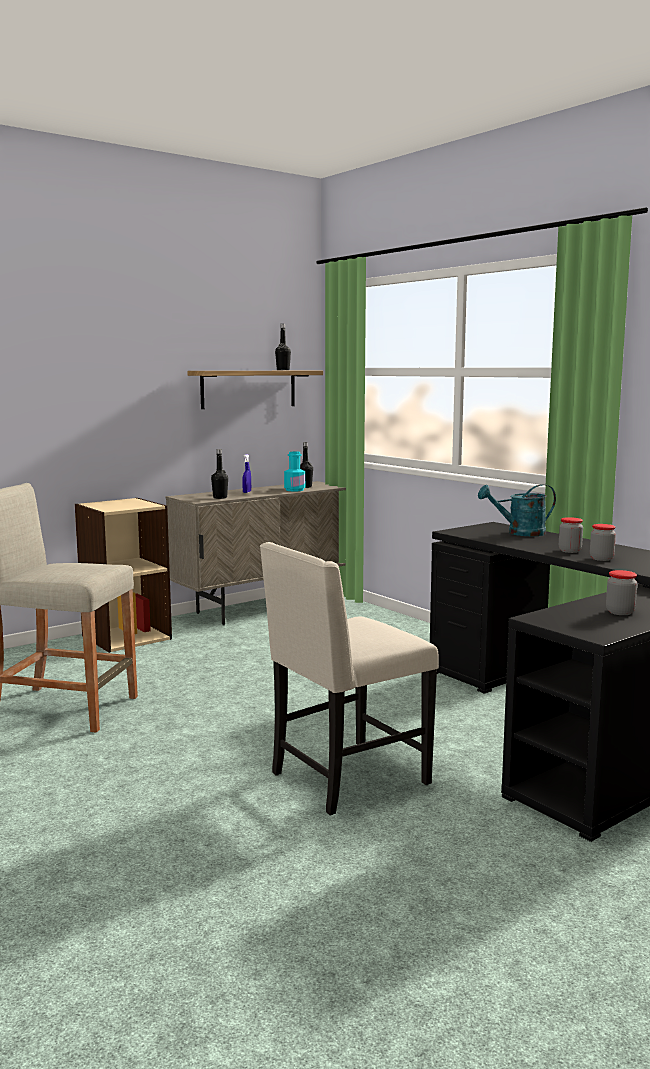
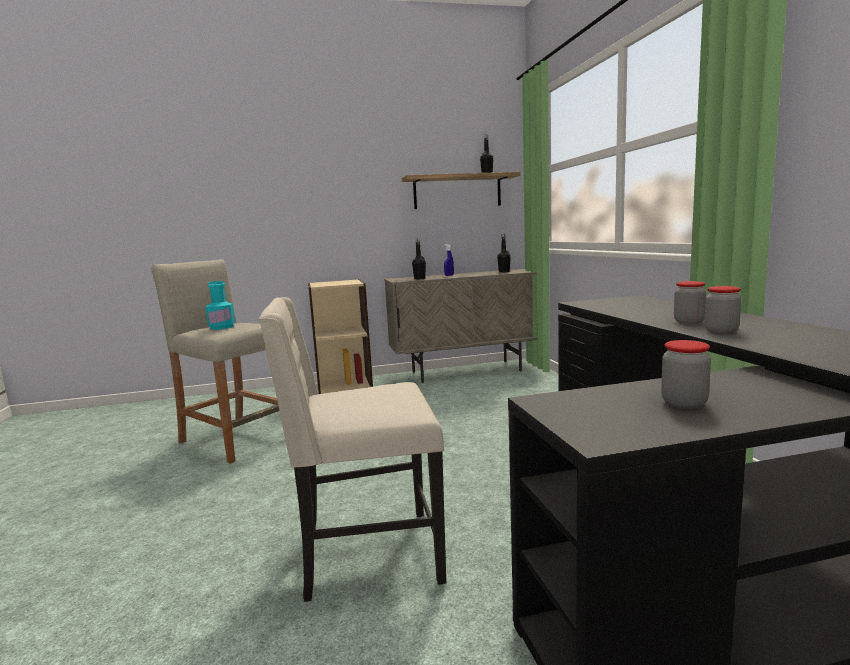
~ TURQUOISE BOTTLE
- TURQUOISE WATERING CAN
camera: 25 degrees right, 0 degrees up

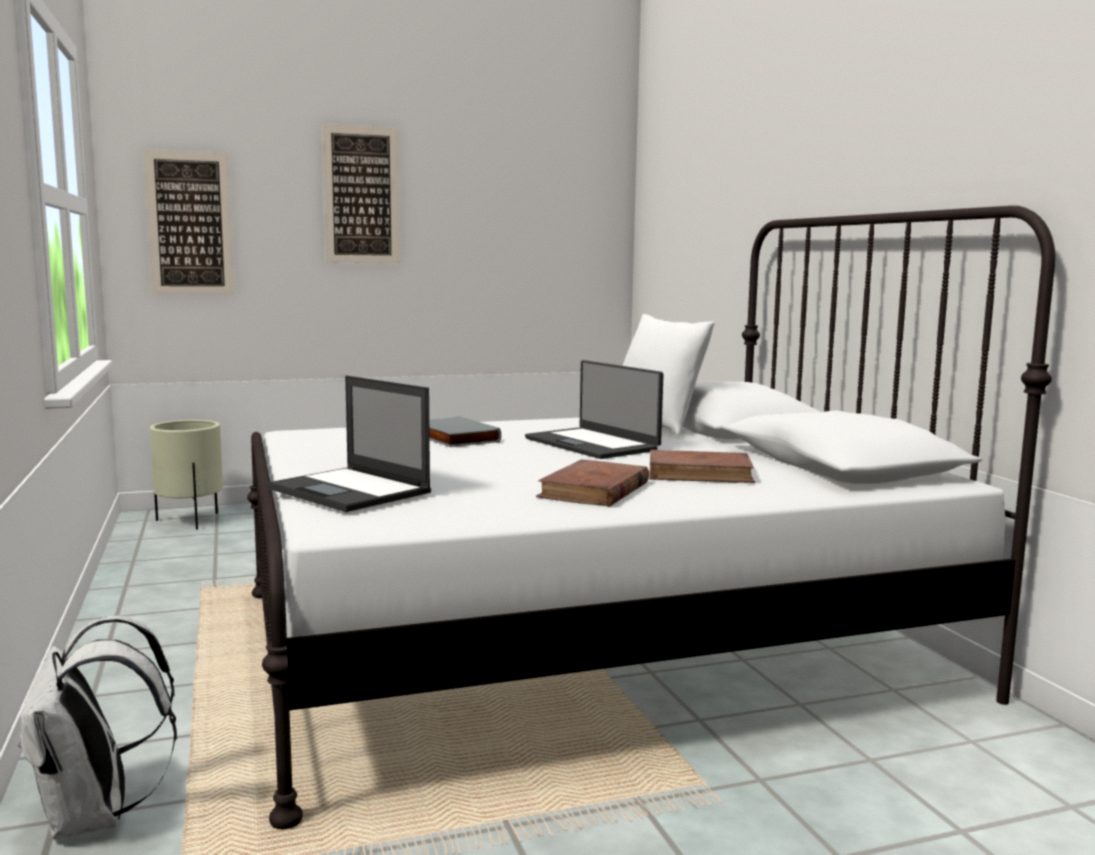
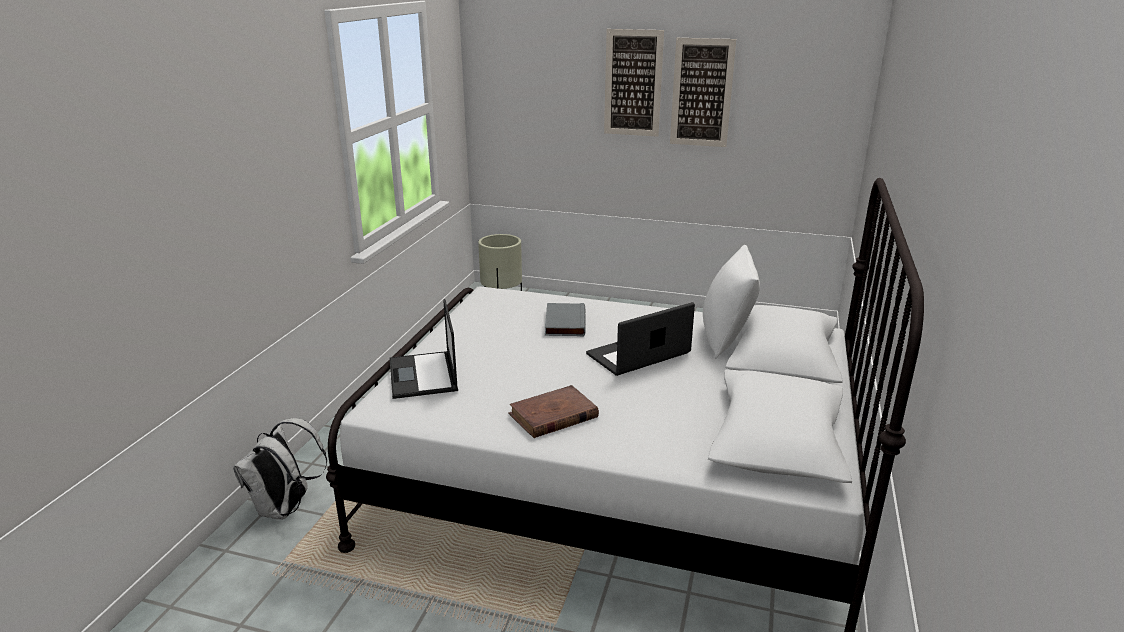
~ WALL PICTURE (1st from left in the first image) to WALL PICTURE (2nd from left)
~ PORTABLE COMPUTER (2nd from left) 60 degrees clockwise
- BROWN BOUND BOOK (2nd from left)
camera: 35 degrees right, 15 degrees up

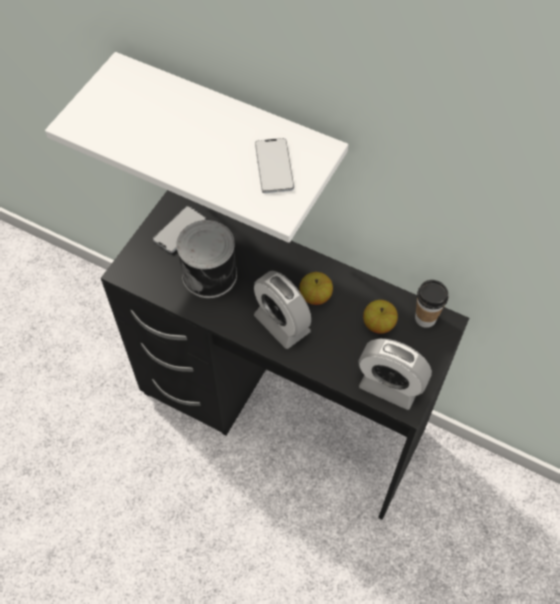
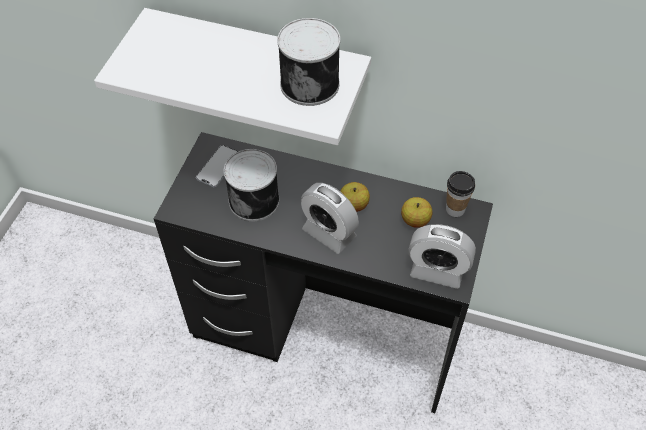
~ TELEPHONE (2nd from left) to SEALED CAN (2nd from left)
camera: 10 degrees left, 5 degrees down

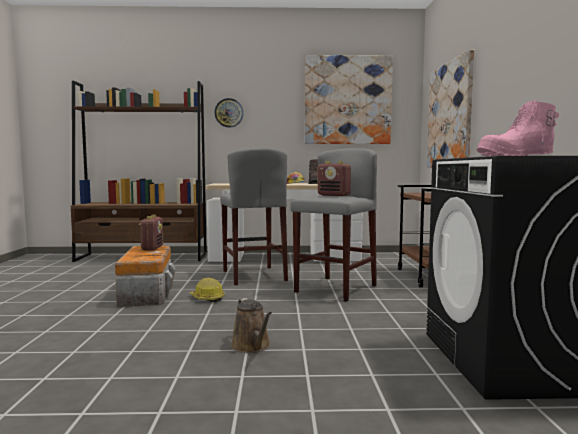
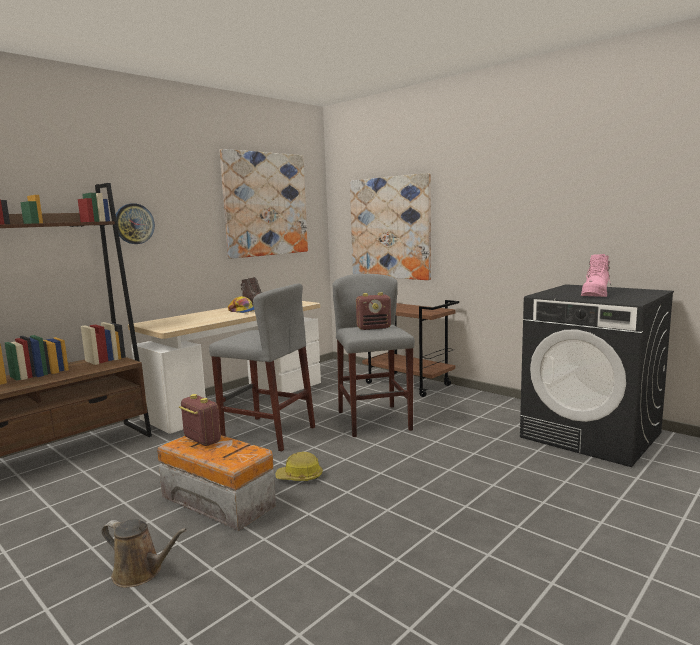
~ BROWN WATERING CAN
camera: 45 degrees left, 5 degrees up

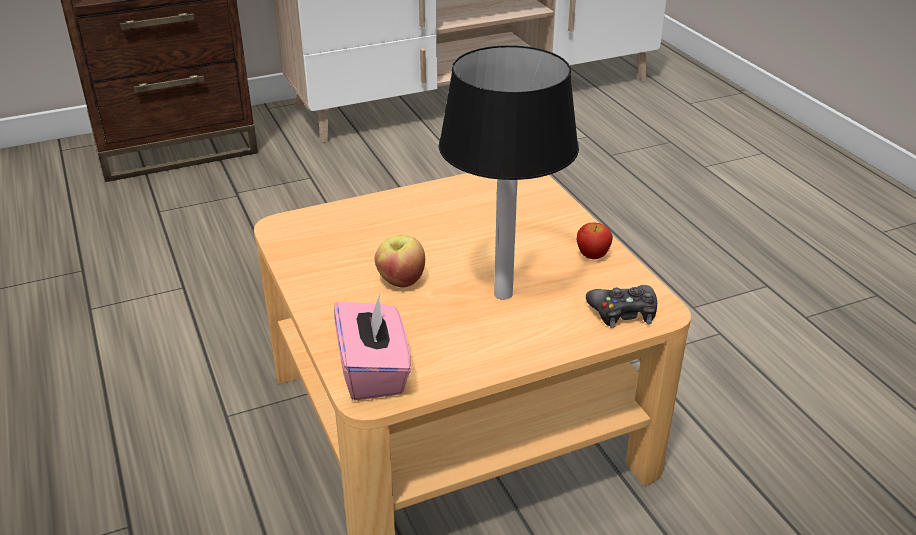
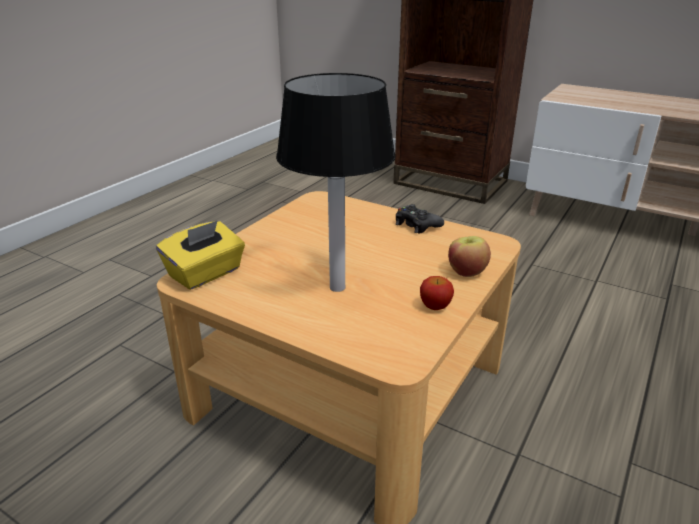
~ APPLE (1st from left in the first image) to APPLE (2nd from left)
~ BLACK GAME CONTROLLER
~ PINK-COLOURED TISSUE BOX to YELLOWISH TISSUE BOX
camera: 55 degrees right, 5 degrees down

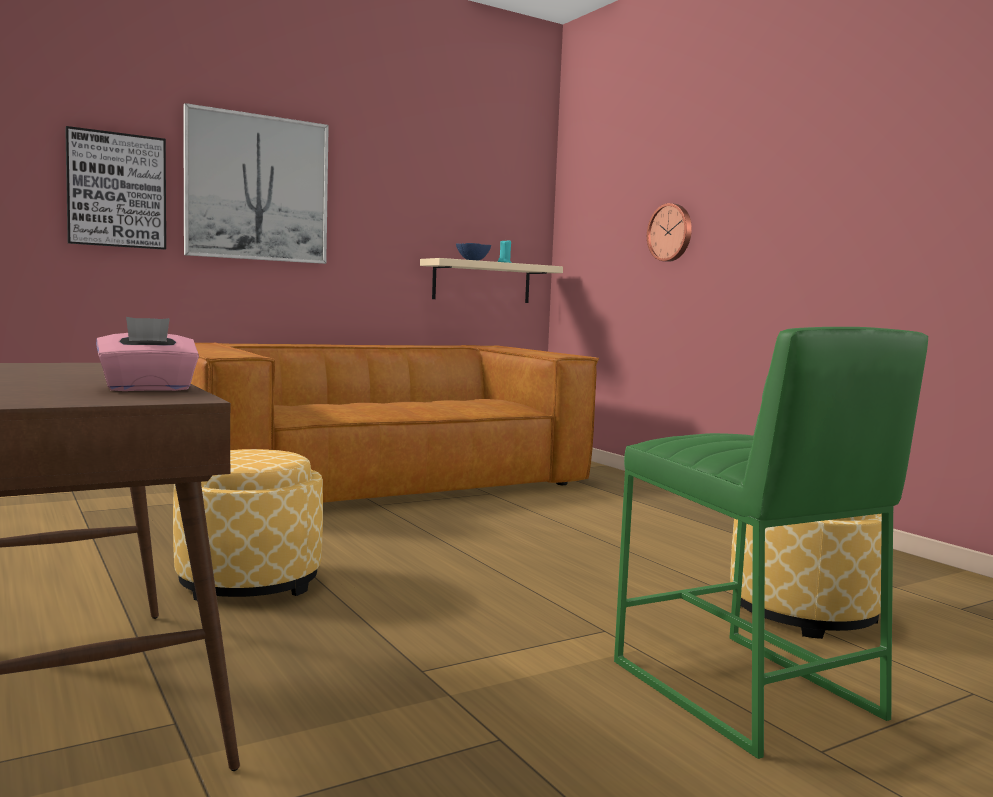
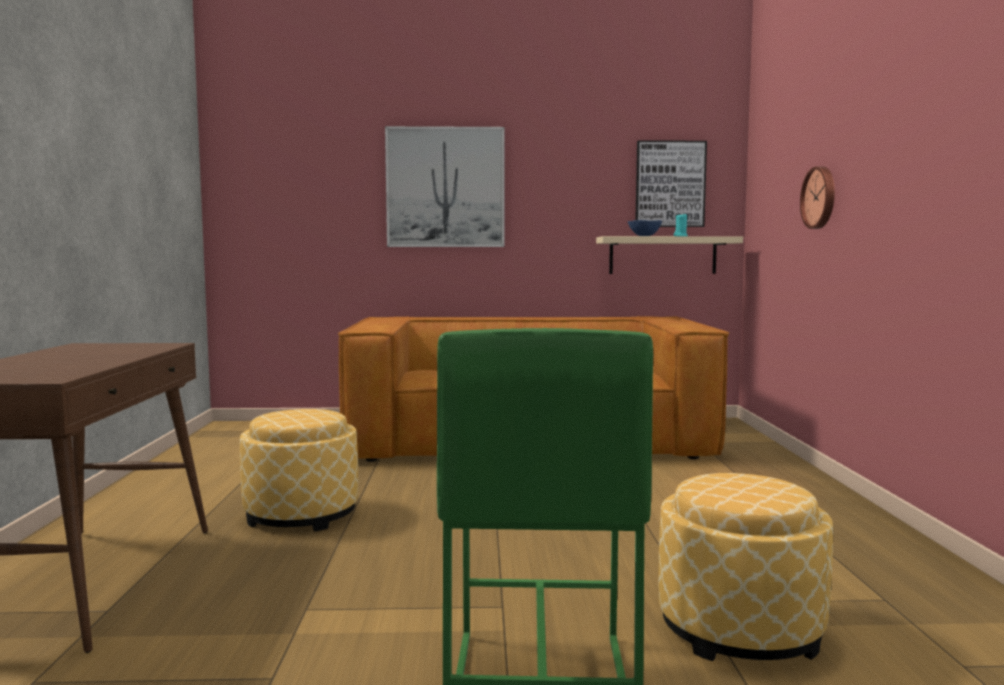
~ WALL PICTURE (1st from left in the first image) to WALL PICTURE (2nd from left)
- PINK-COLOURED TISSUE BOX
camera: 30 degrees right, 0 degrees up

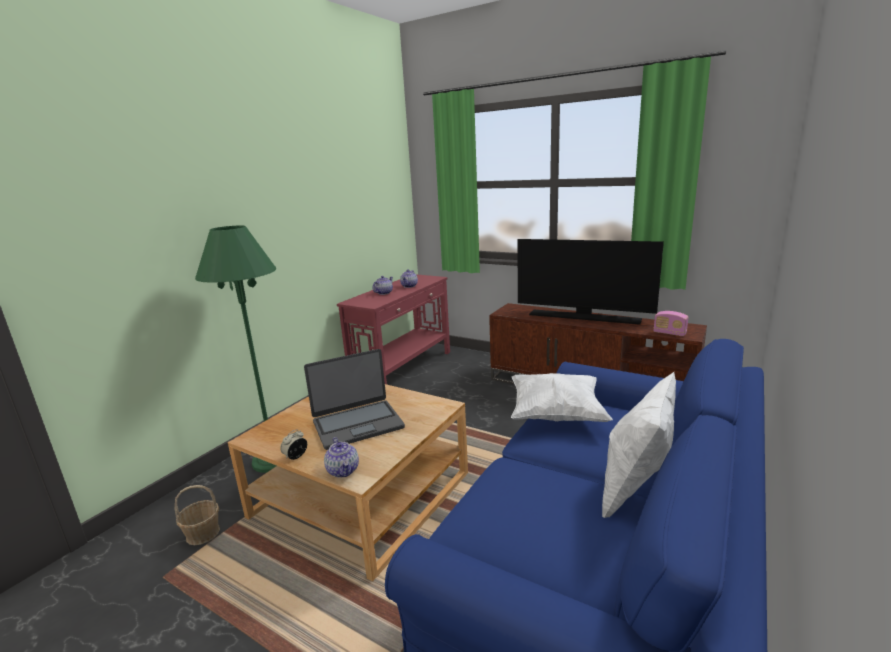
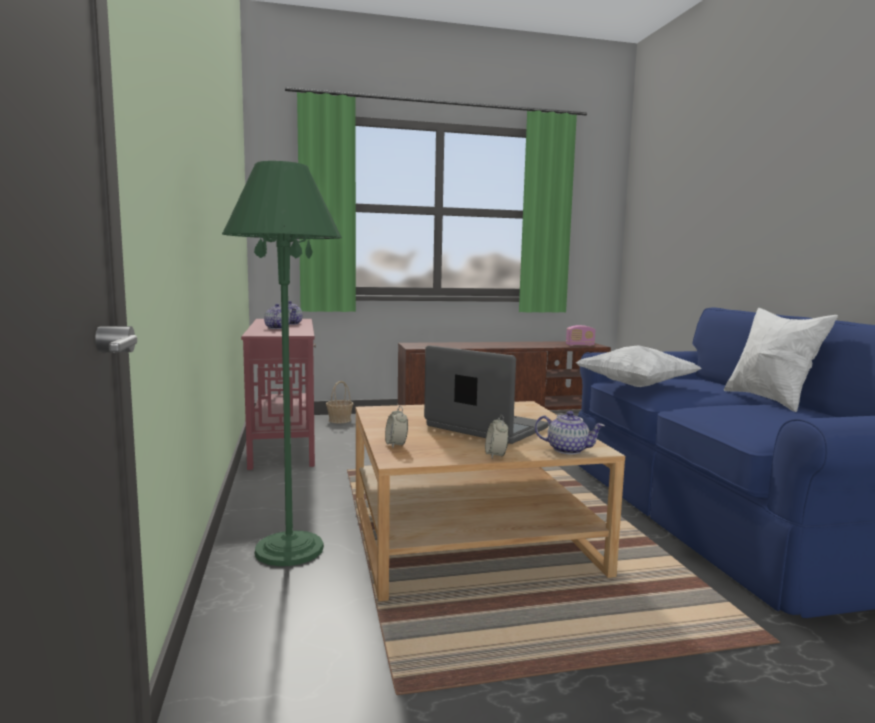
- TV
~ PORTABLE COMPUTER 75 degrees counterclockwise
~ HOUSEHOLD BASKET
+ ALARM CLOCK (1st from left)
camera: 45 degrees left, 10 degrees down

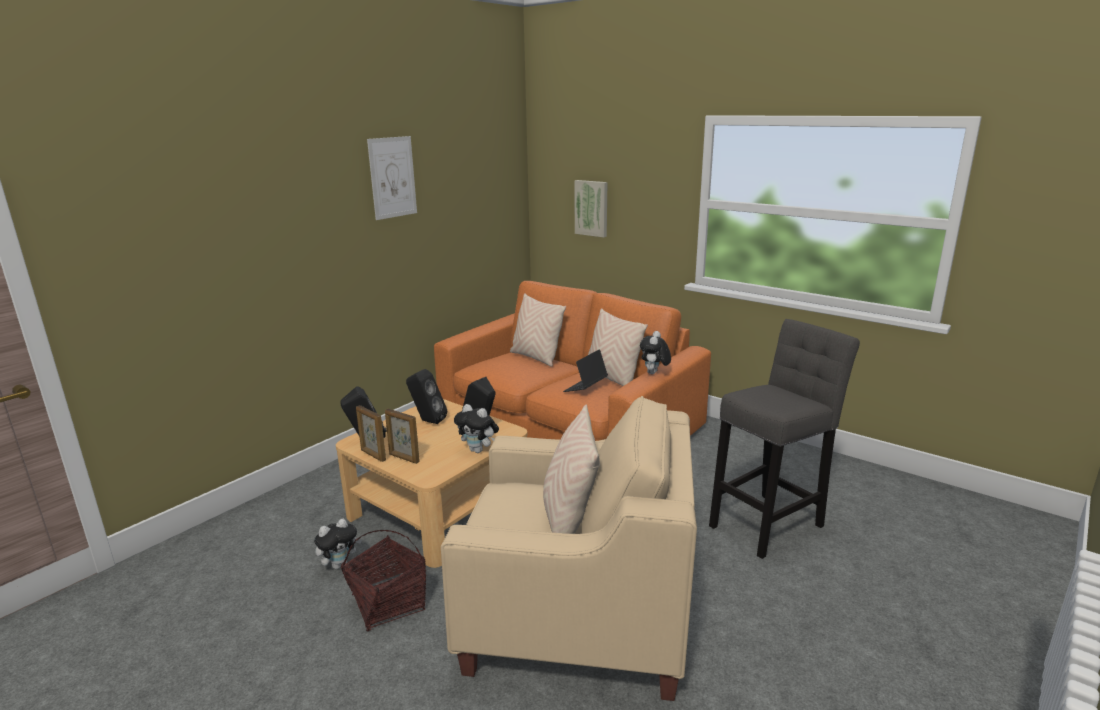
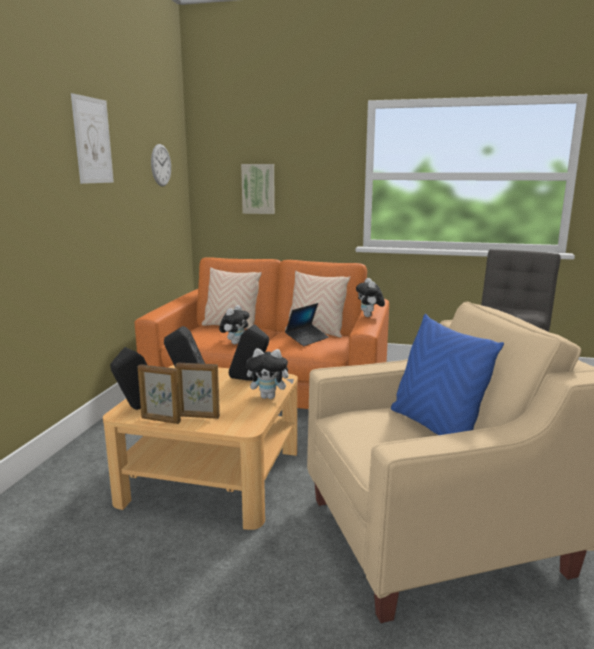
~ PORTABLE COMPUTER 150 degrees counterclockwise
~ SAND-COLOURED PILLOW (2nd from left) to BLUE-COLOURED PILLOW
~ SOFT TOY (1st from left)
- HOUSEHOLD BASKET
+ HANGING CLOCK
camera: 25 degrees left, 5 degrees down

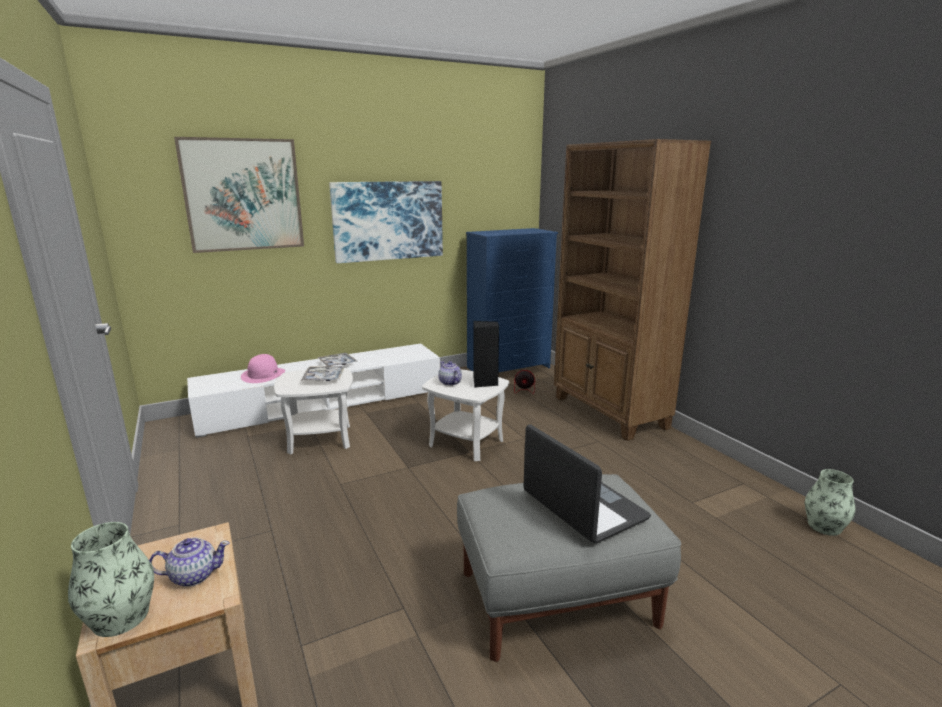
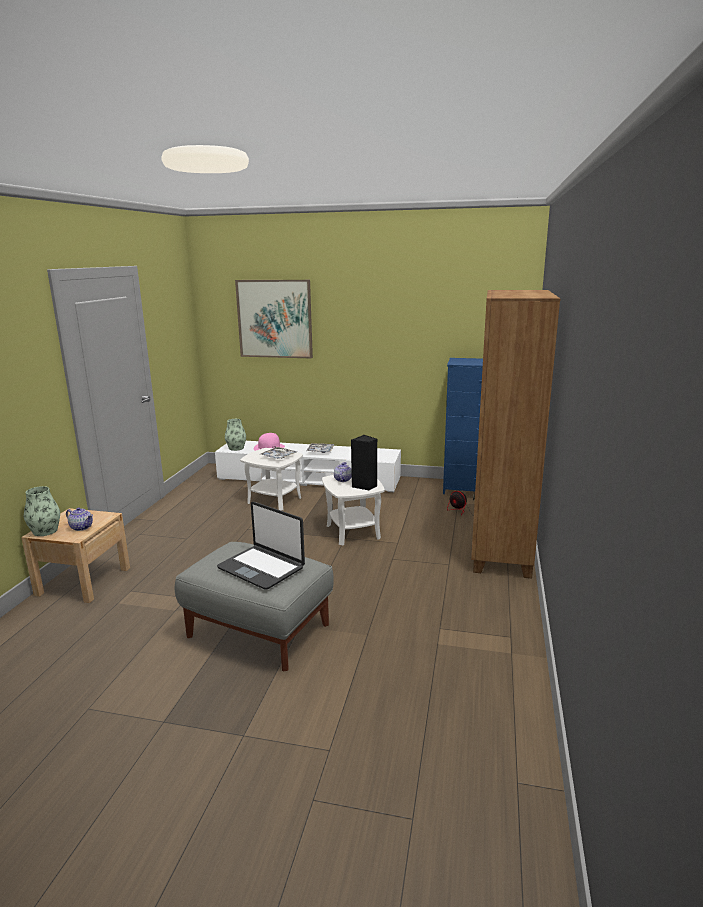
- WALL PICTURE (2nd from left)
~ PORTABLE COMPUTER 120 degrees clockwise
~ DECORATIVE VASE (2nd from left)
camera: 40 degrees right, 0 degrees up

